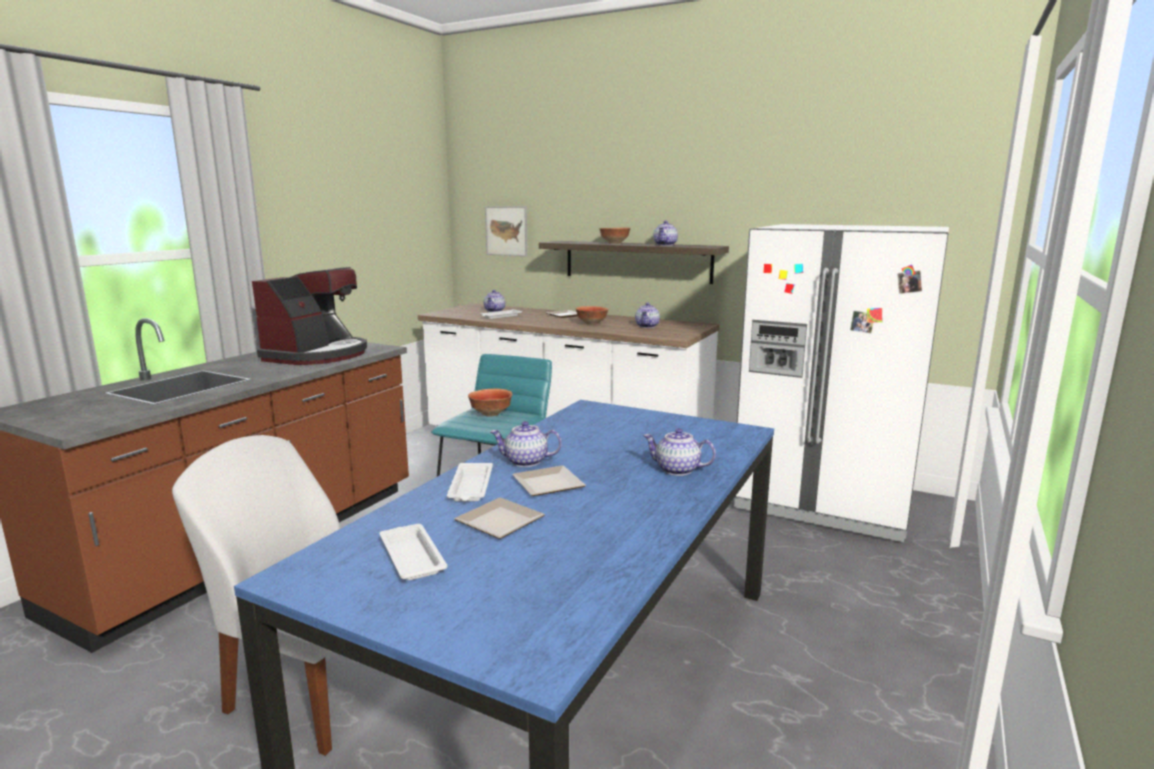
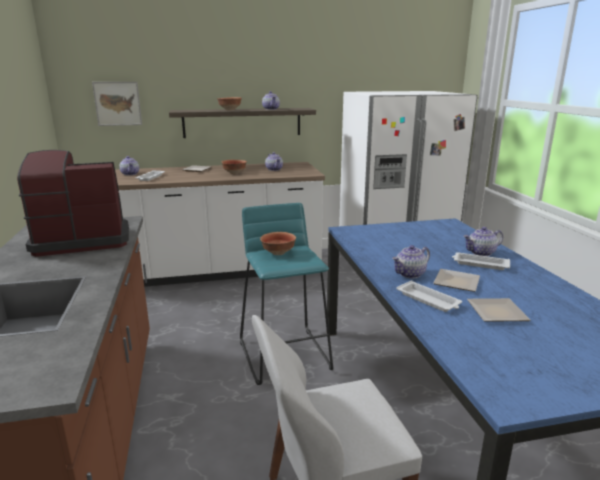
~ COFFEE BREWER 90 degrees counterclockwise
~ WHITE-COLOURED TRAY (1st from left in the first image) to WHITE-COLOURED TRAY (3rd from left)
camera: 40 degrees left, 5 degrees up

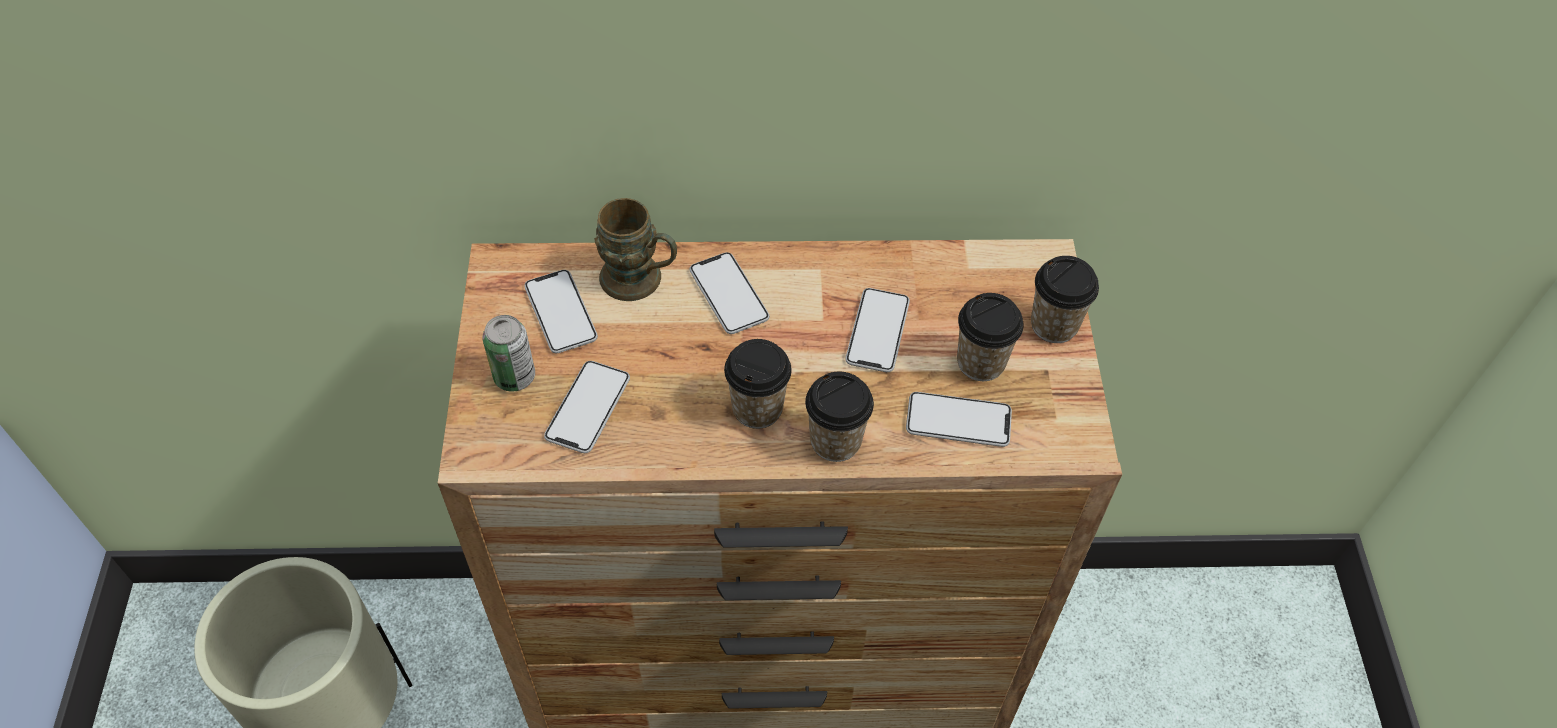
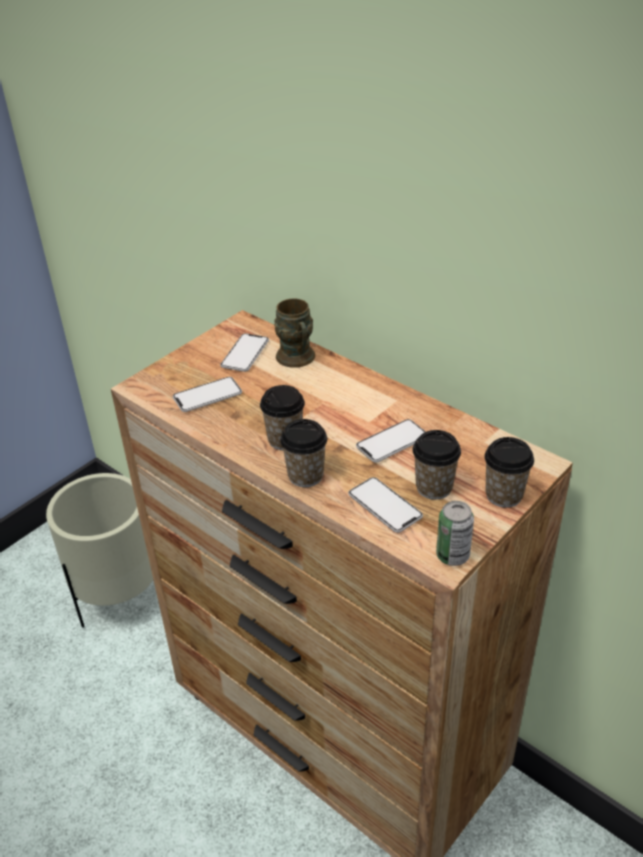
- TELEPHONE (3rd from left)
~ SEALED CAN
camera: 45 degrees right, 15 degrees down

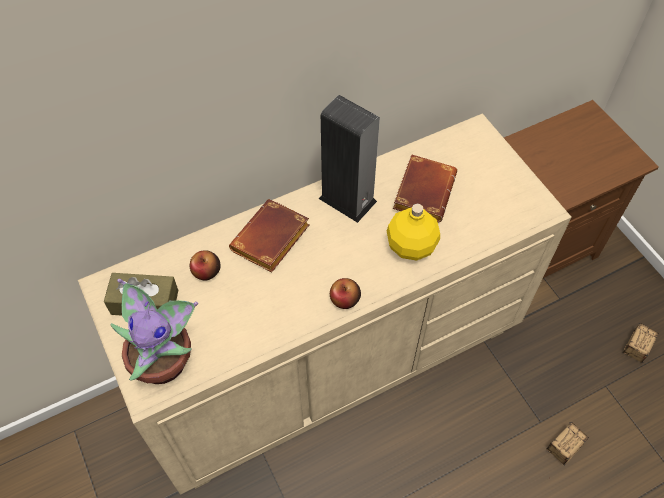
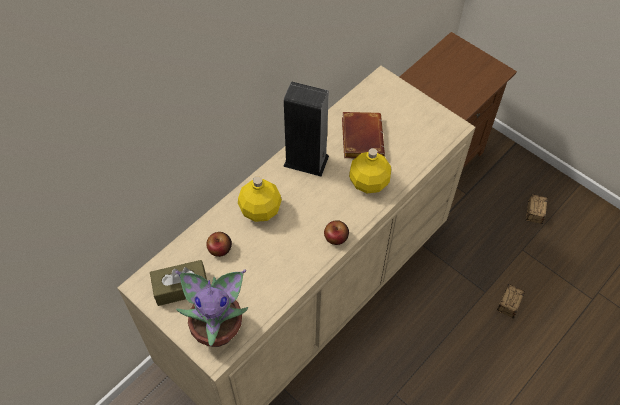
~ BROWN BOUND BOOK (1st from left) to YELLOWISH BOTTLE (1st from left)
camera: 20 degrees left, 0 degrees up

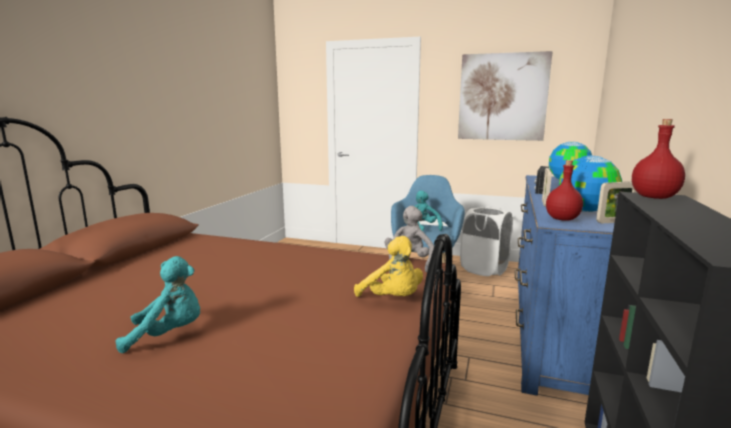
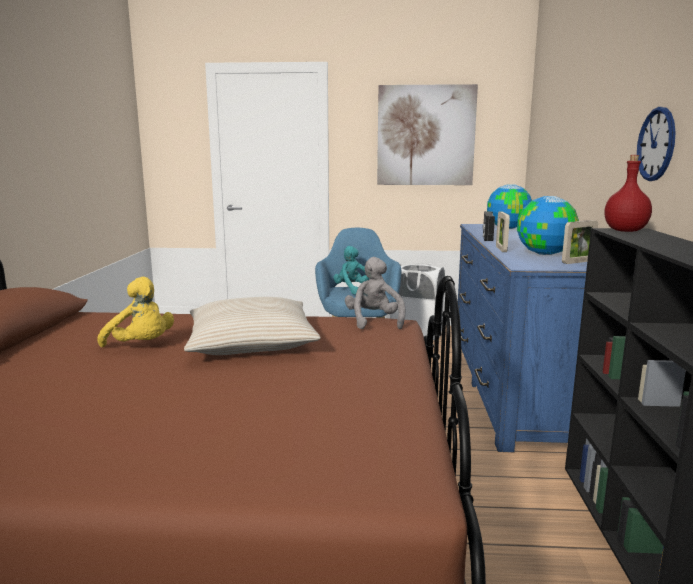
- RED-COLOURED BOTTLE (1st from left)
~ YELLOWISH SOFT TOY
- TURQUOISE SOFT TOY (1st from left)
+ HANGING CLOCK
+ SAND-COLOURED PILLOW
camera: 15 degrees left, 0 degrees up

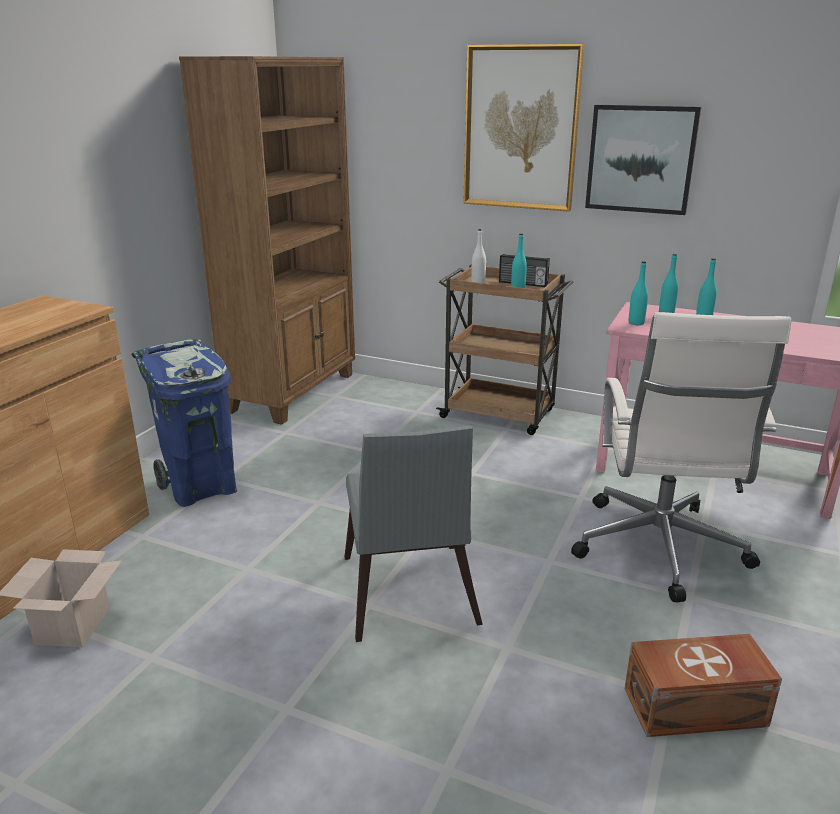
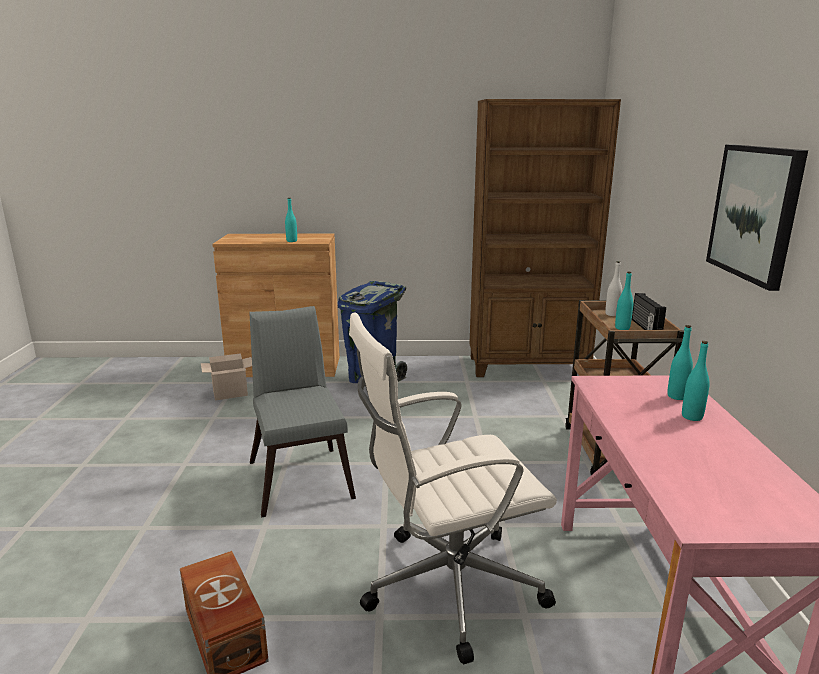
- WALL PICTURE (1st from left)
~ TURQUOISE BOTTLE (2nd from left in the first image) to TURQUOISE BOTTLE (1st from left)
~ GRAY CHAIR 105 degrees clockwise
camera: 65 degrees right, 5 degrees down

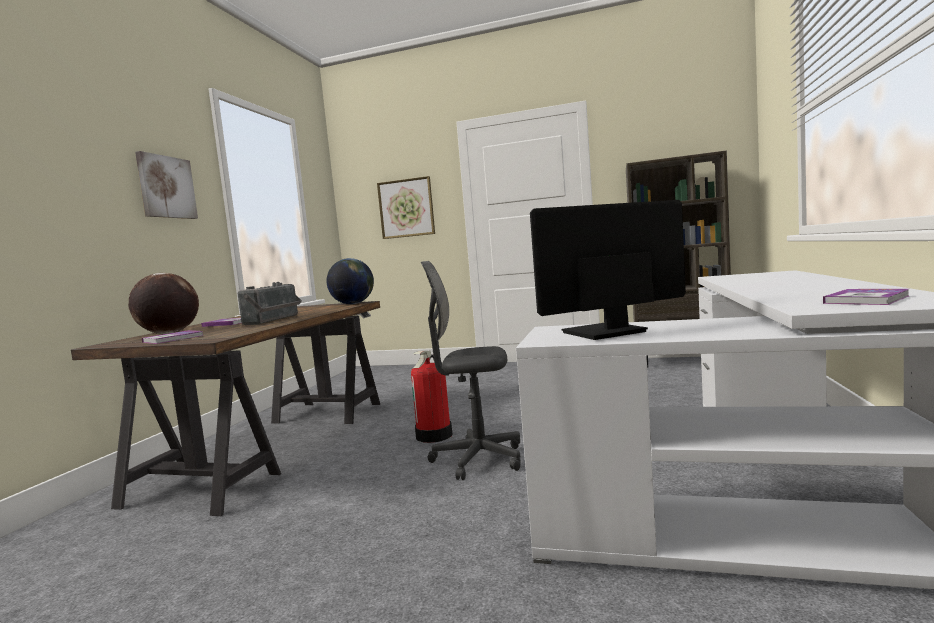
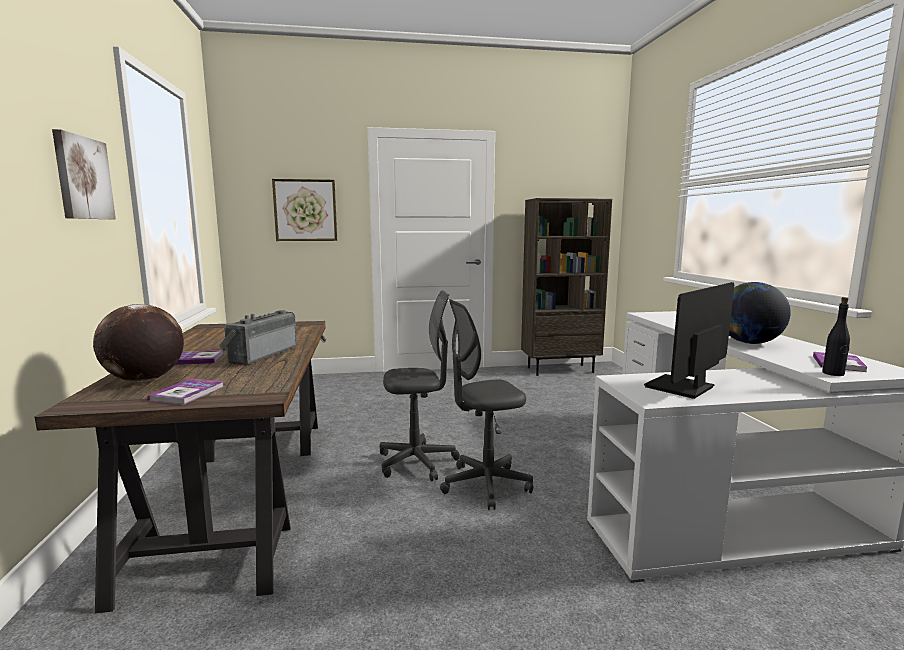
~ DESK GLOBE (2nd from left)
~ RADIO SET 150 degrees counterclockwise
~ EXTINGUISHER to GRAY DESK CHAIR (1st from left)
+ BLACK BOTTLE
camera: 25 degrees left, 5 degrees up

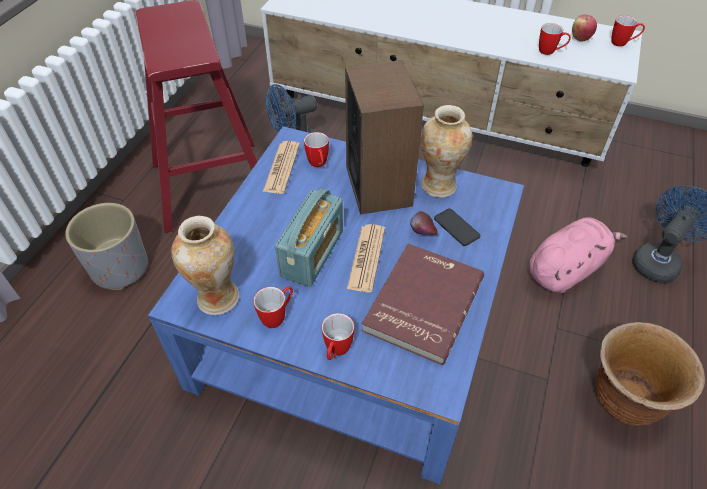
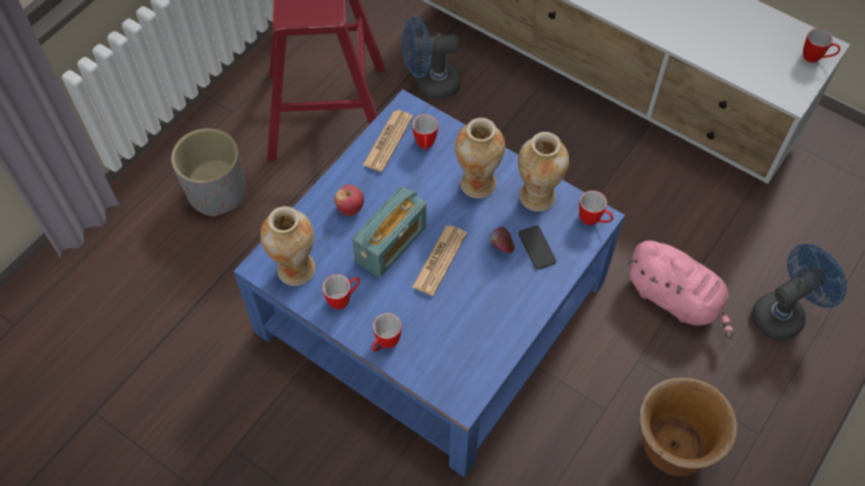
~ APPLE (2nd from left in the first image) to APPLE (1st from left)
~ MUG (4th from left)
~ AUDIO SPEAKER to DECORATIVE VASE (2nd from left)
~ PINK-COLOURED SOFT TOY 60 degrees clockwise
- RED-COLOURED BOUND BOOK
camera: 15 degrees right, 10 degrees up

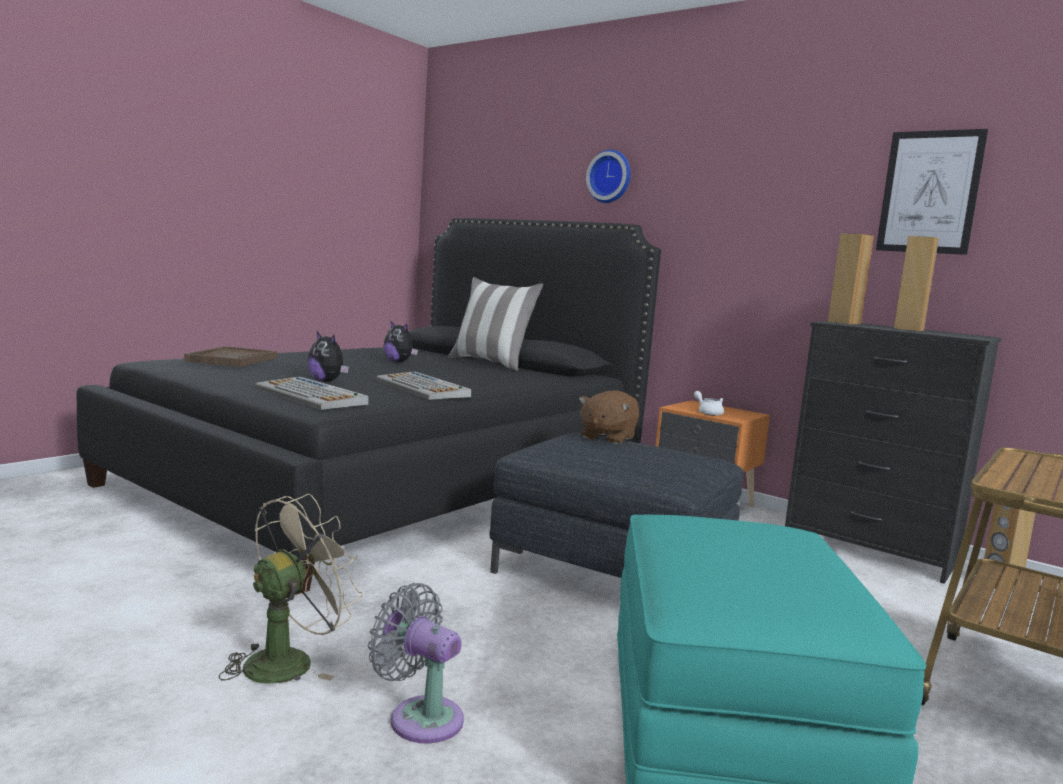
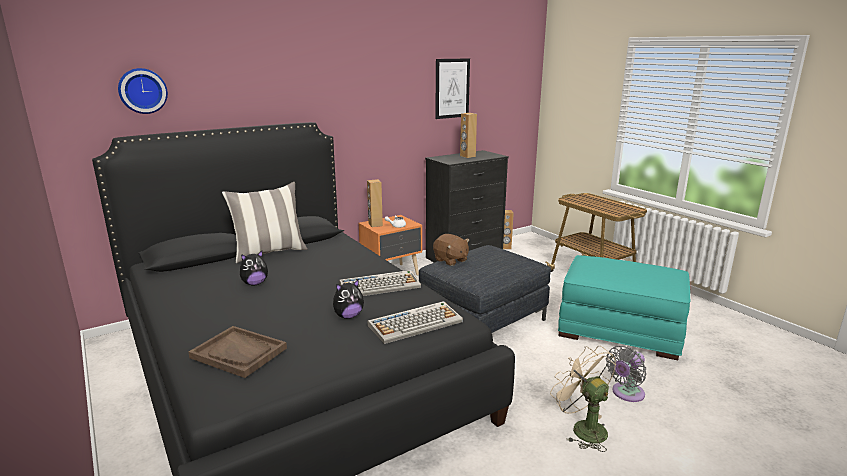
~ HANGING CLOCK
~ BROWN AUDIO SPEAKER (1st from left)
camera: 70 degrees left, 10 degrees up

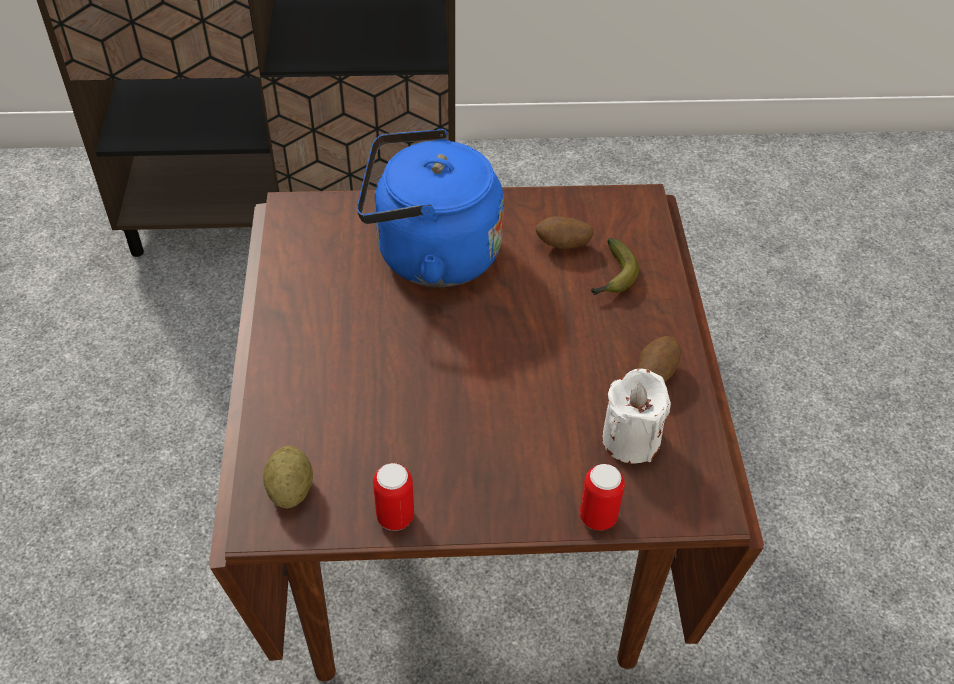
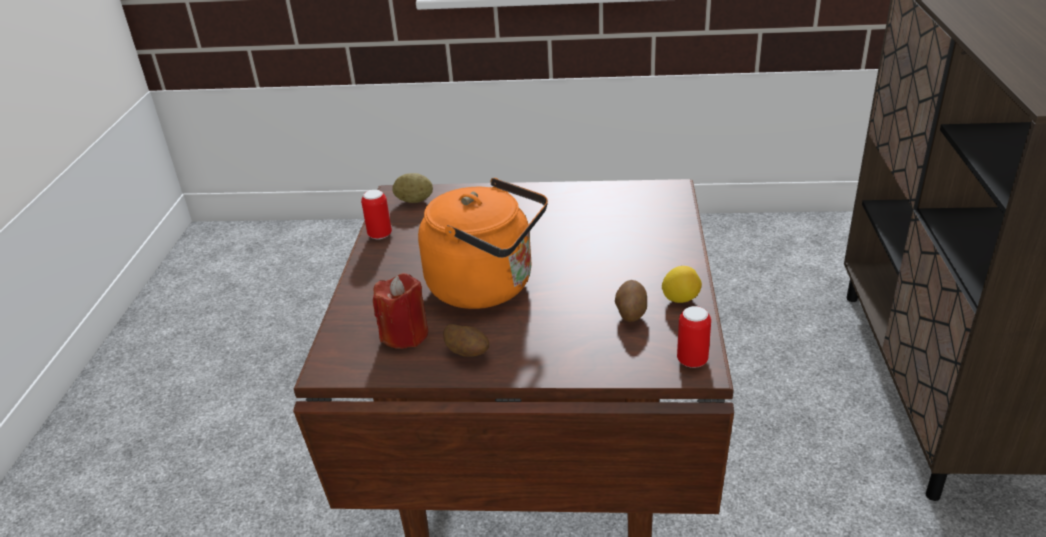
- BLUE-COLOURED KETTLE
- BANANA
~ WHITE-COLOURED CANDLE to RED-COLOURED CANDLE
~ SEALED CAN (2nd from left)
+ ORANGE KETTLE
+ CITRUS FRUIT
camera: 100 degrees right, 15 degrees down

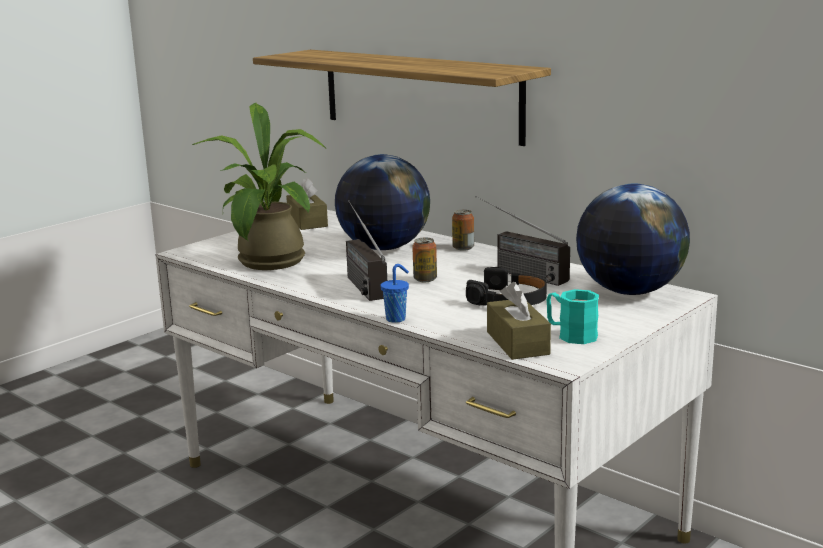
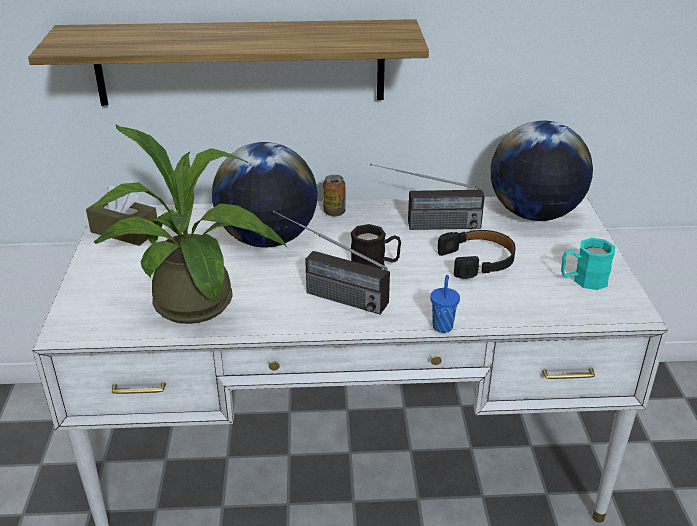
~ SEALED CAN (1st from left) to BLACK MUG
- BROWN TISSUE BOX (2nd from left)
camera: 45 degrees left, 15 degrees up

